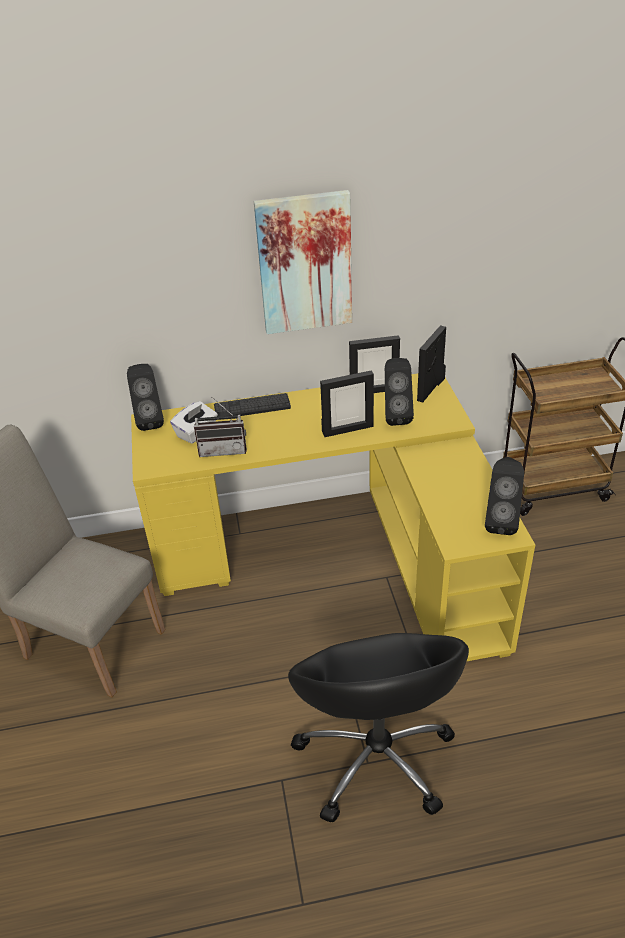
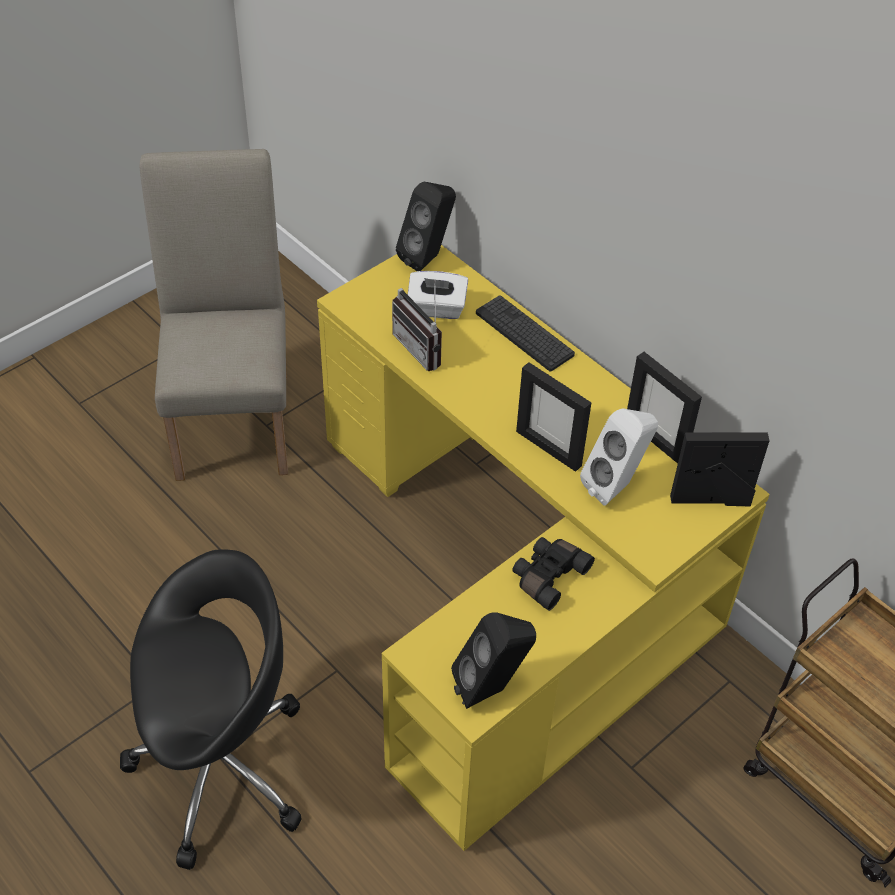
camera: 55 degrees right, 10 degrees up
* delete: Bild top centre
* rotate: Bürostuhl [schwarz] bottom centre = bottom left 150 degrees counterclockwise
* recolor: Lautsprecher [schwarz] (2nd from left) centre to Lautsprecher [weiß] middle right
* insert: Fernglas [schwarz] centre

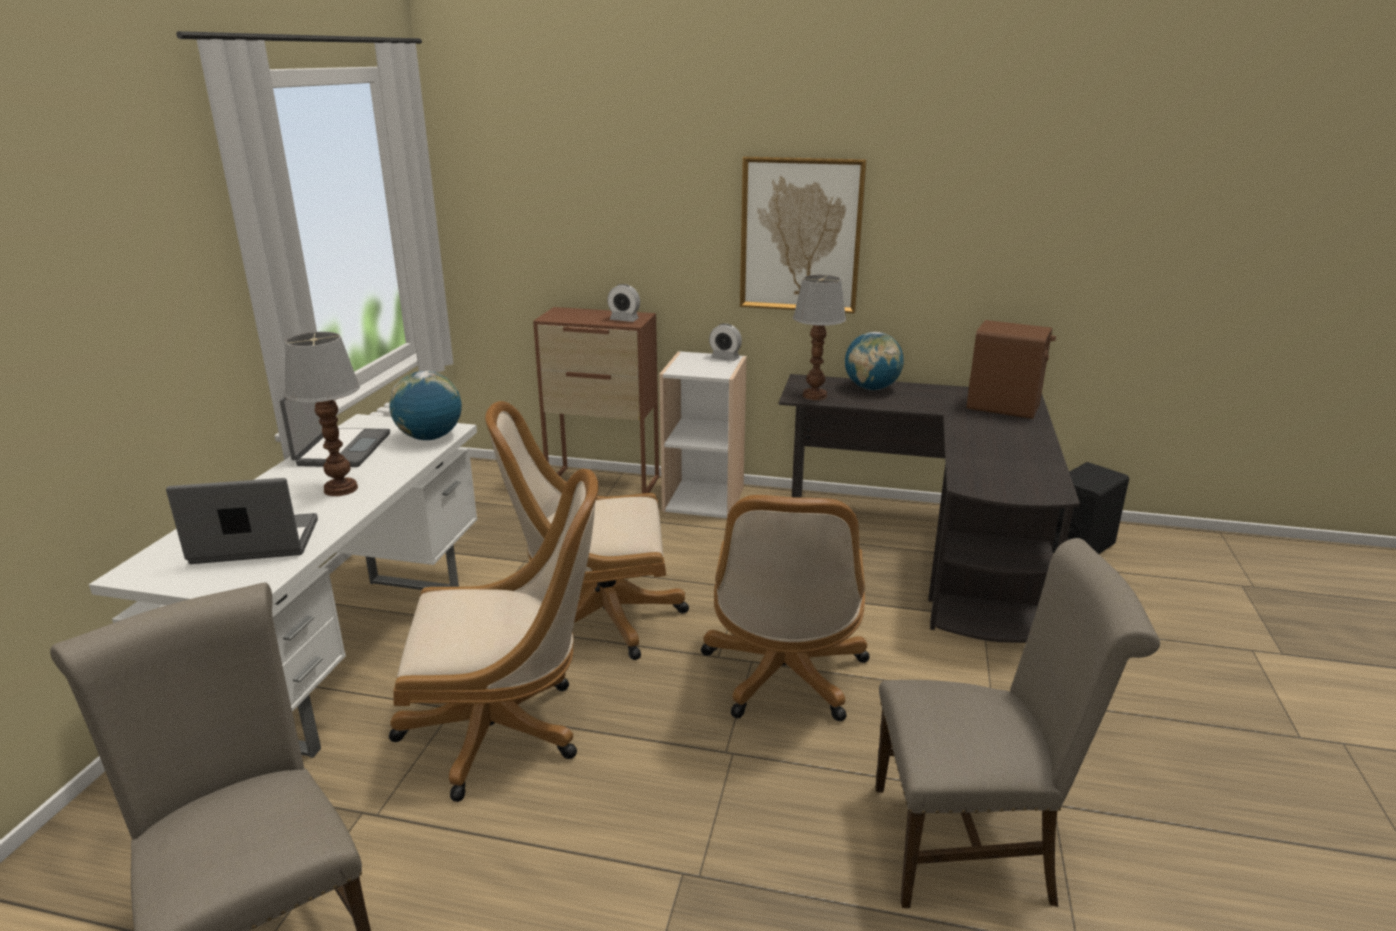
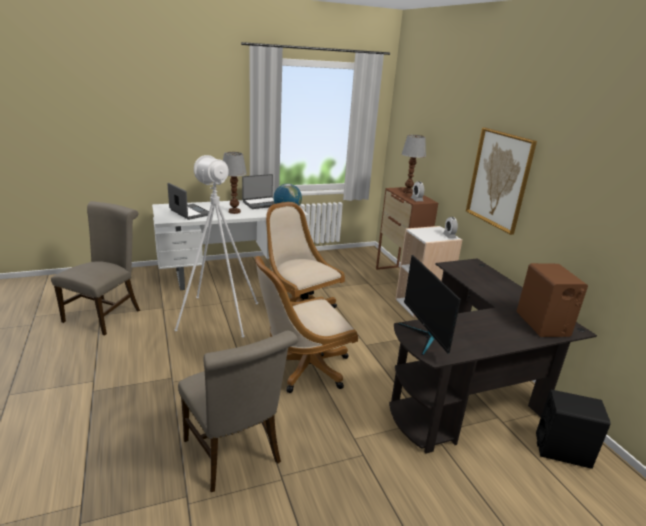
camera: 55 degrees right, 0 degrees up
* replace: Bürostuhl (1st from left) bottom centre to Stehlampe [weiß] centre
* move: Tischlampe (2nd from left) centre to top centre
* delete: Globus (2nd from left) centre
* insert: Monitor centre

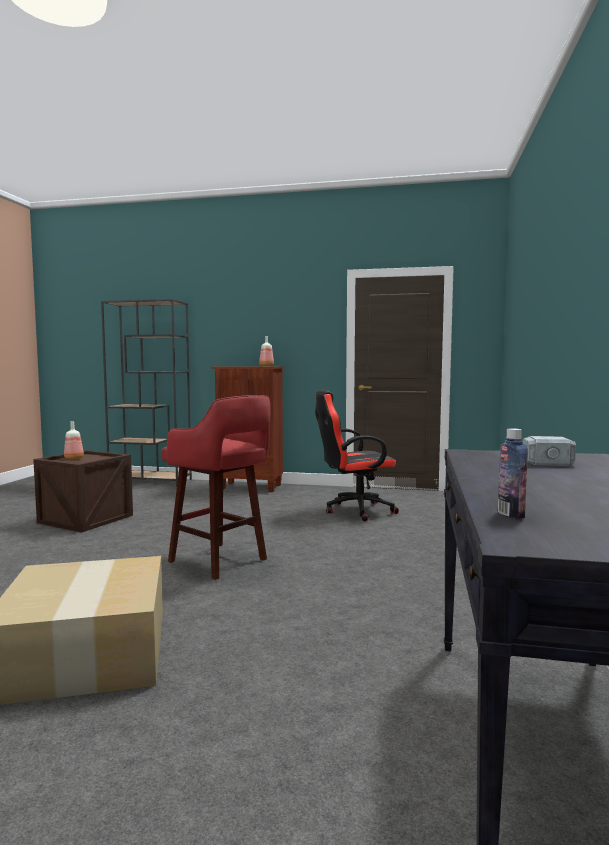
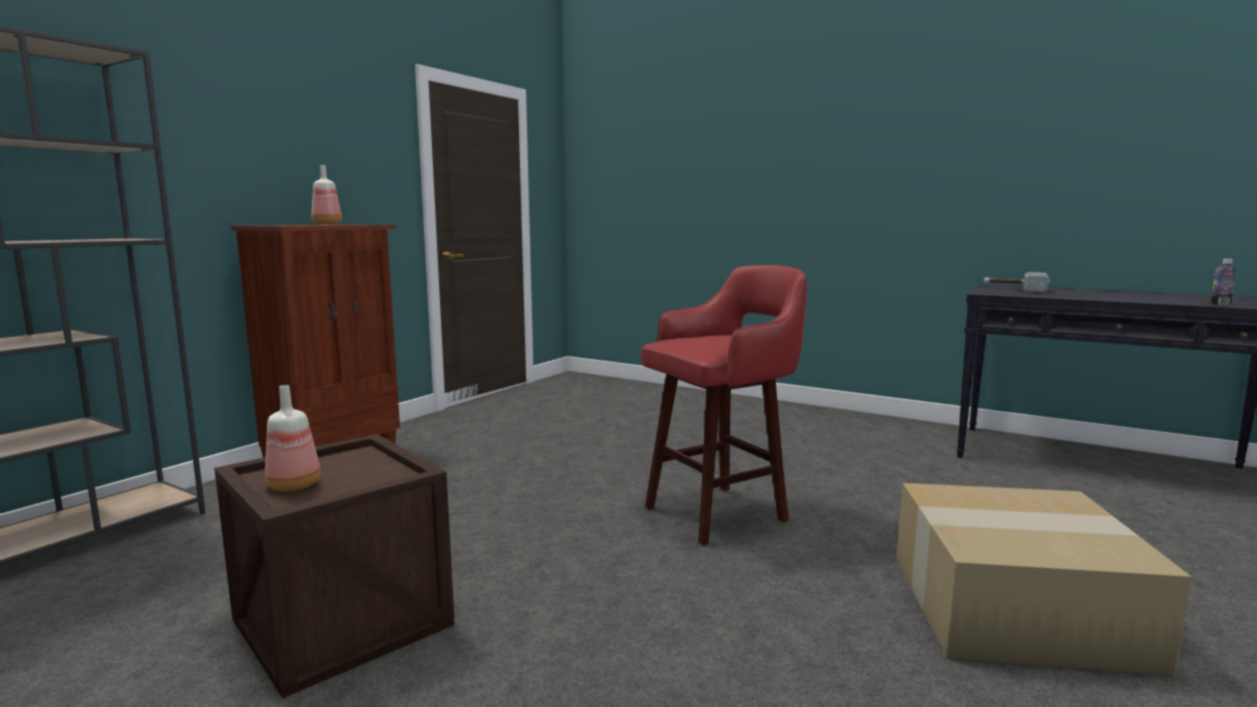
camera: 70 degrees left, 5 degrees up
* delete: Bürostuhl [schwarz] centre

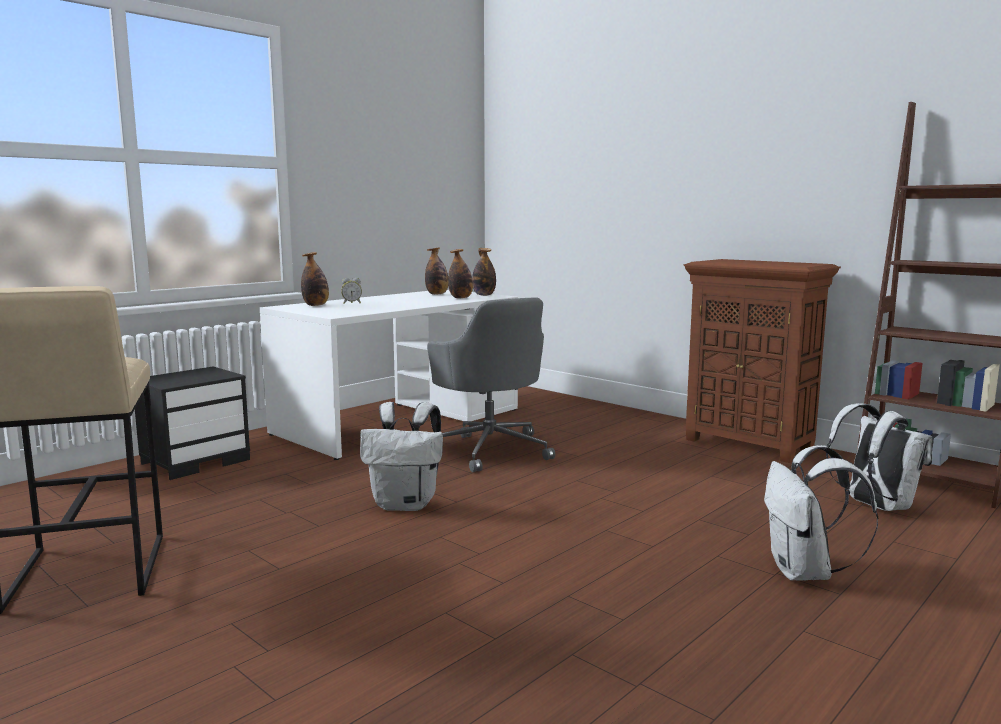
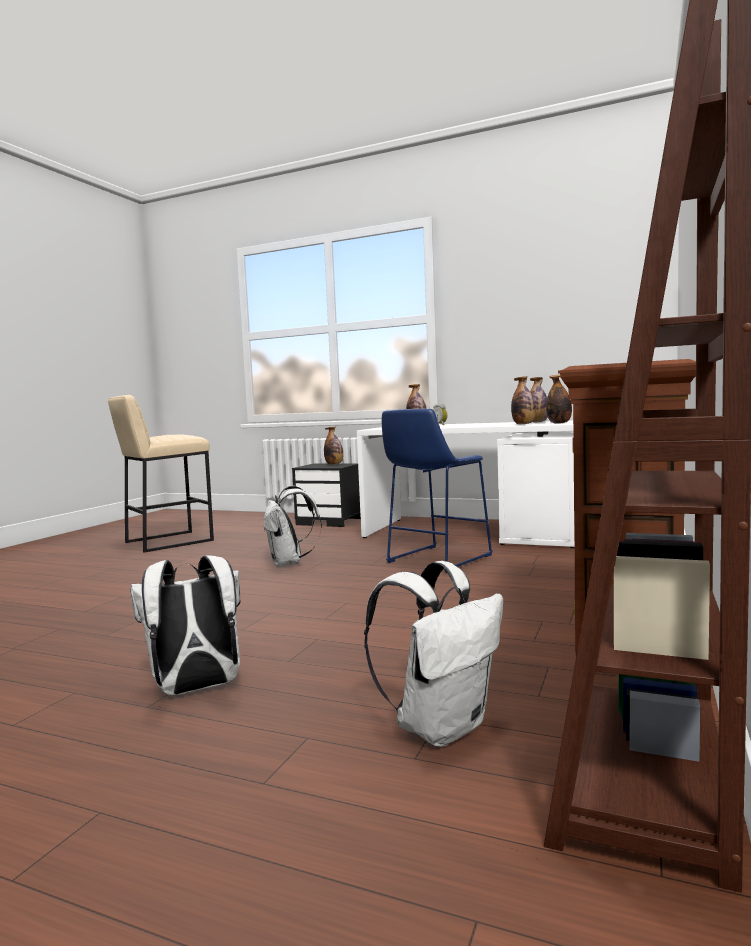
camera: 70 degrees right, 5 degrees down
* replace: Bürostuhl [grau] centre to Hocker [blau] centre
* insert: Flasche (1st from left) centre

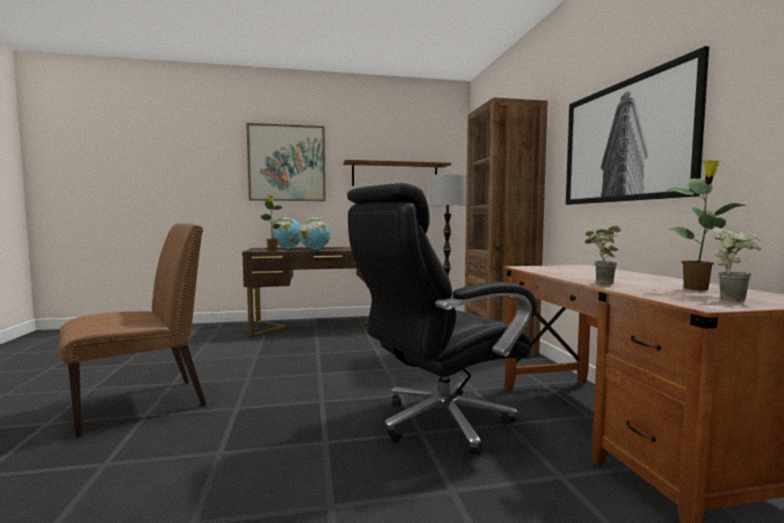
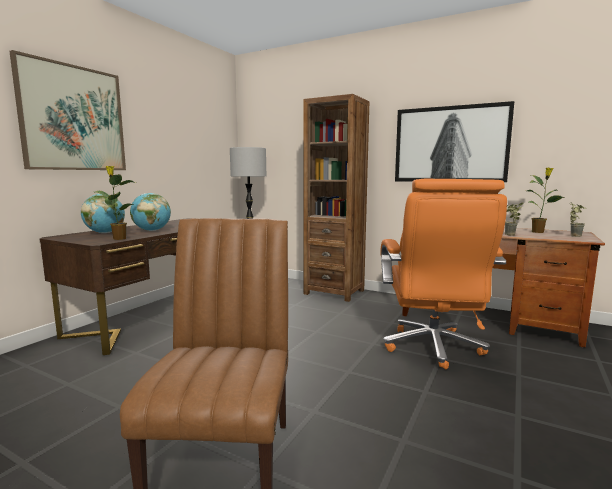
camera: 50 degrees left, 5 degrees up
* delete: Wandregal [braun] top centre
* recolor: Bürostuhl [schwarz] centre to Bürostuhl [orange] middle right

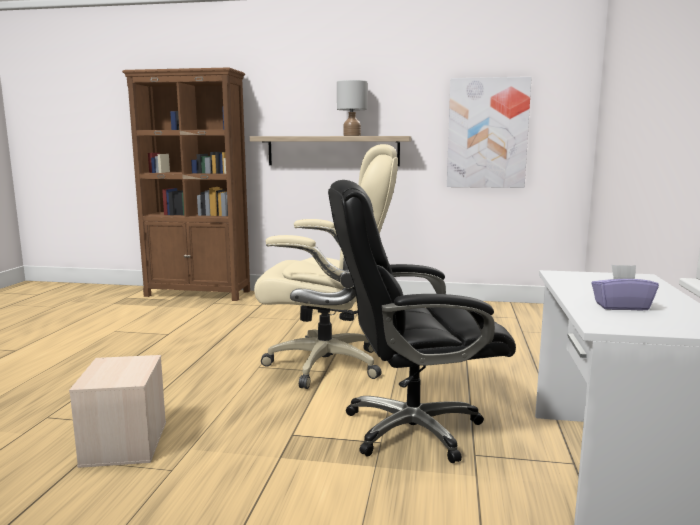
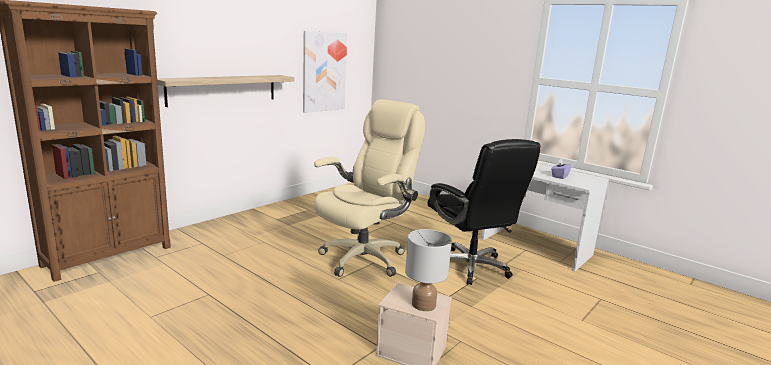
camera: 60 degrees left, 5 degrees up
* rotate: Bürostuhl [schwarz] centre = centre 45 degrees counterclockwise
* move: Tischlampe [grau] top centre to bottom centre

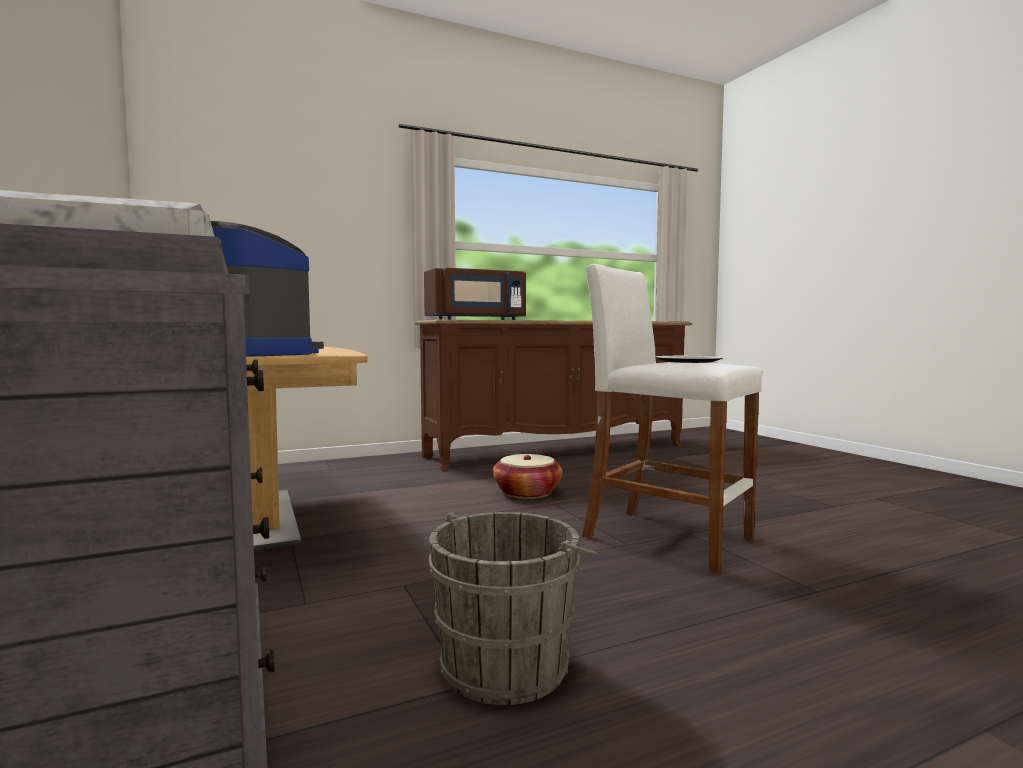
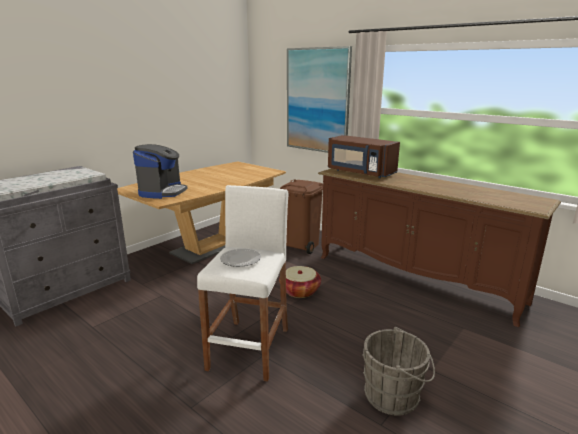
camera: 65 degrees right, 15 degrees up
* move: Eimer [grau] bottom centre to bottom right
* insert: Mülleimer [braun] centre
* insert: Bild top centre

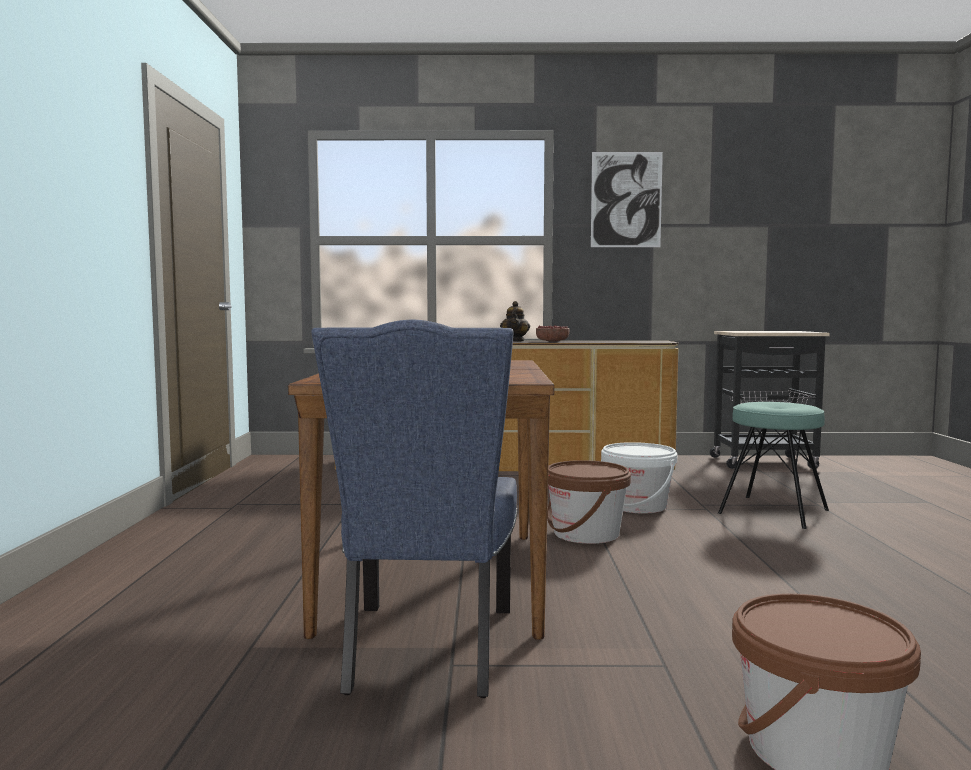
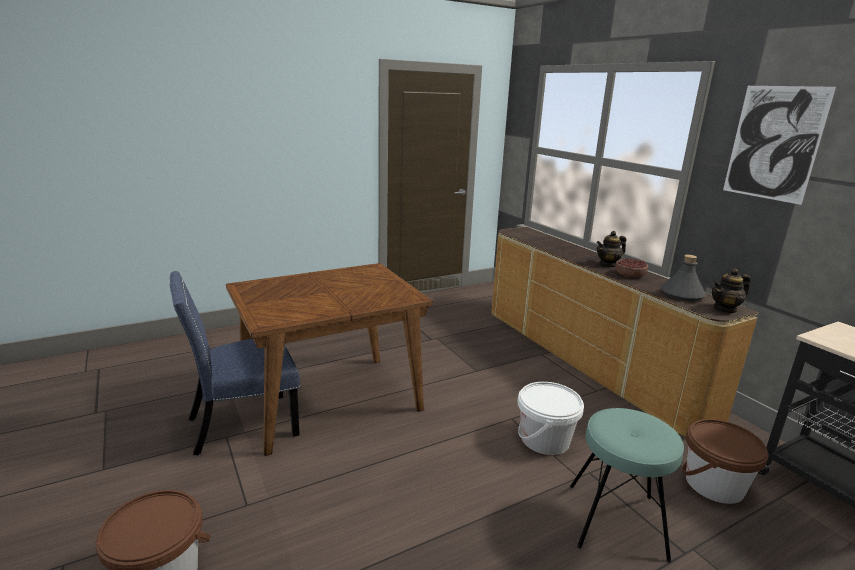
camera: 60 degrees right, 15 degrees up
* move: Eimer [braun] (1st from left in the first image) centre to Eimer [braun] (2nd from left) bottom right
* insert: Flasche [grau] middle right
* insert: Teekanne (2nd from left) middle right

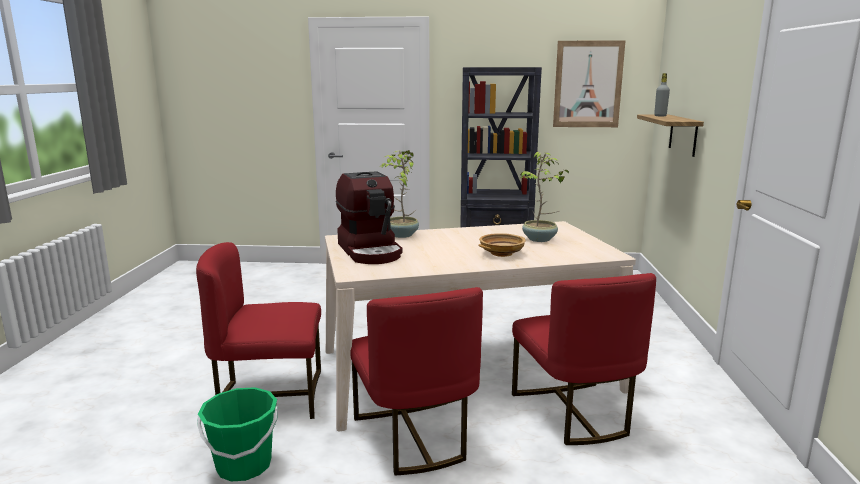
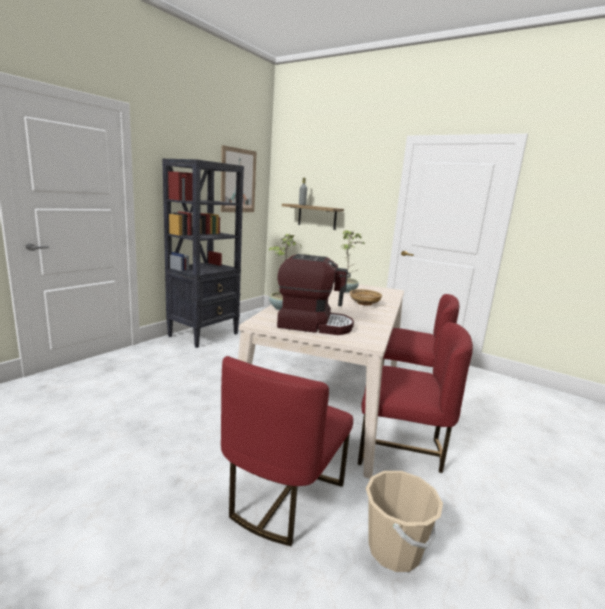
camera: 60 degrees left, 0 degrees up
* recolor: Eimer [grün] bottom left to Eimer [beige] bottom right

